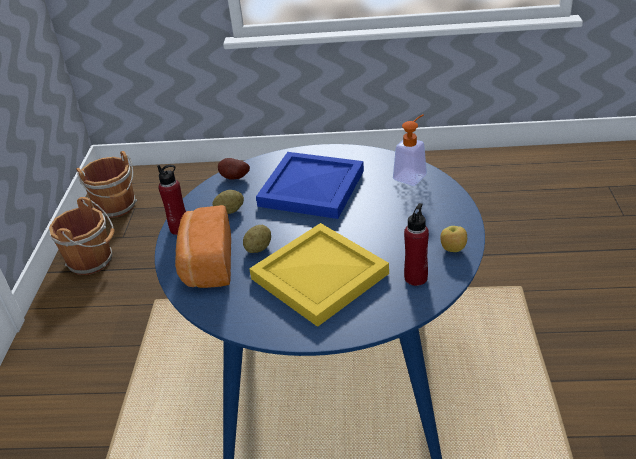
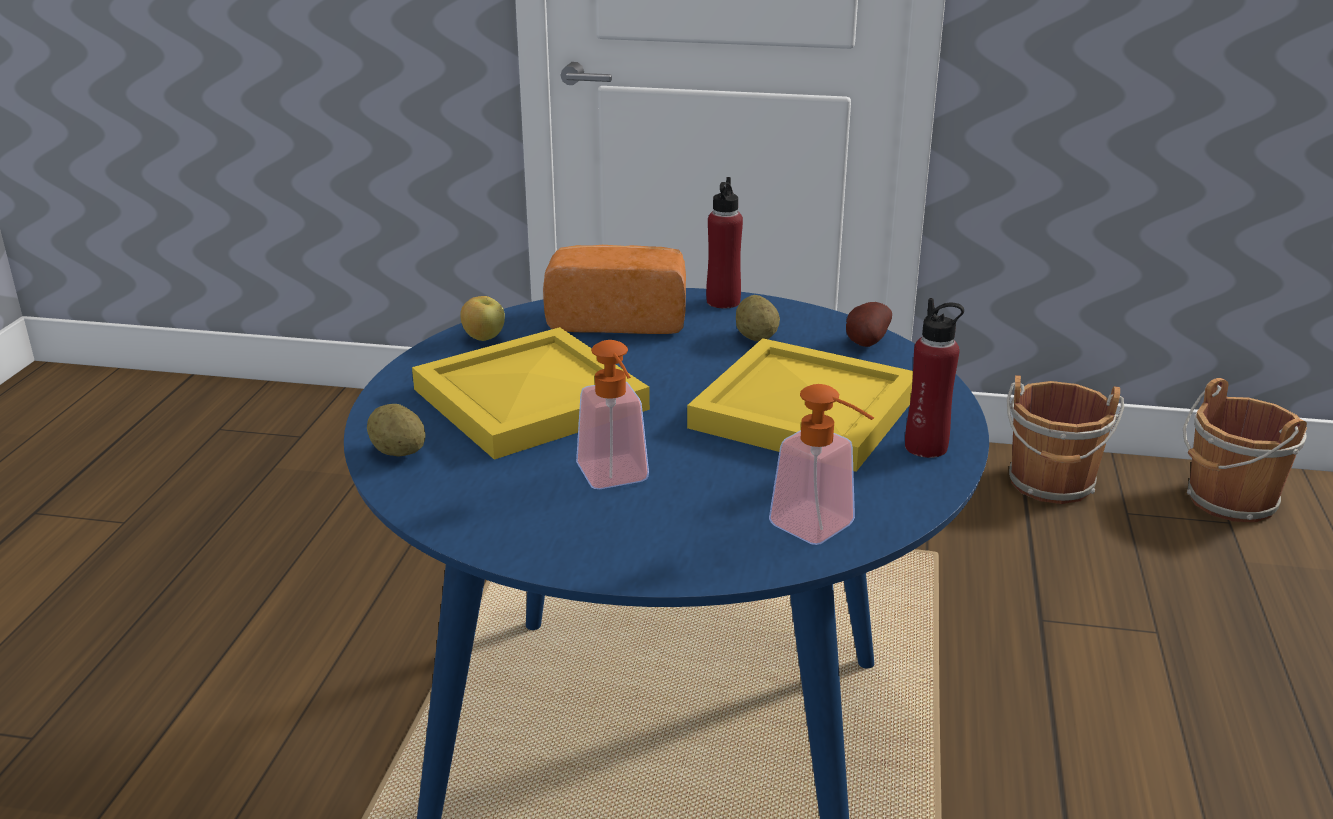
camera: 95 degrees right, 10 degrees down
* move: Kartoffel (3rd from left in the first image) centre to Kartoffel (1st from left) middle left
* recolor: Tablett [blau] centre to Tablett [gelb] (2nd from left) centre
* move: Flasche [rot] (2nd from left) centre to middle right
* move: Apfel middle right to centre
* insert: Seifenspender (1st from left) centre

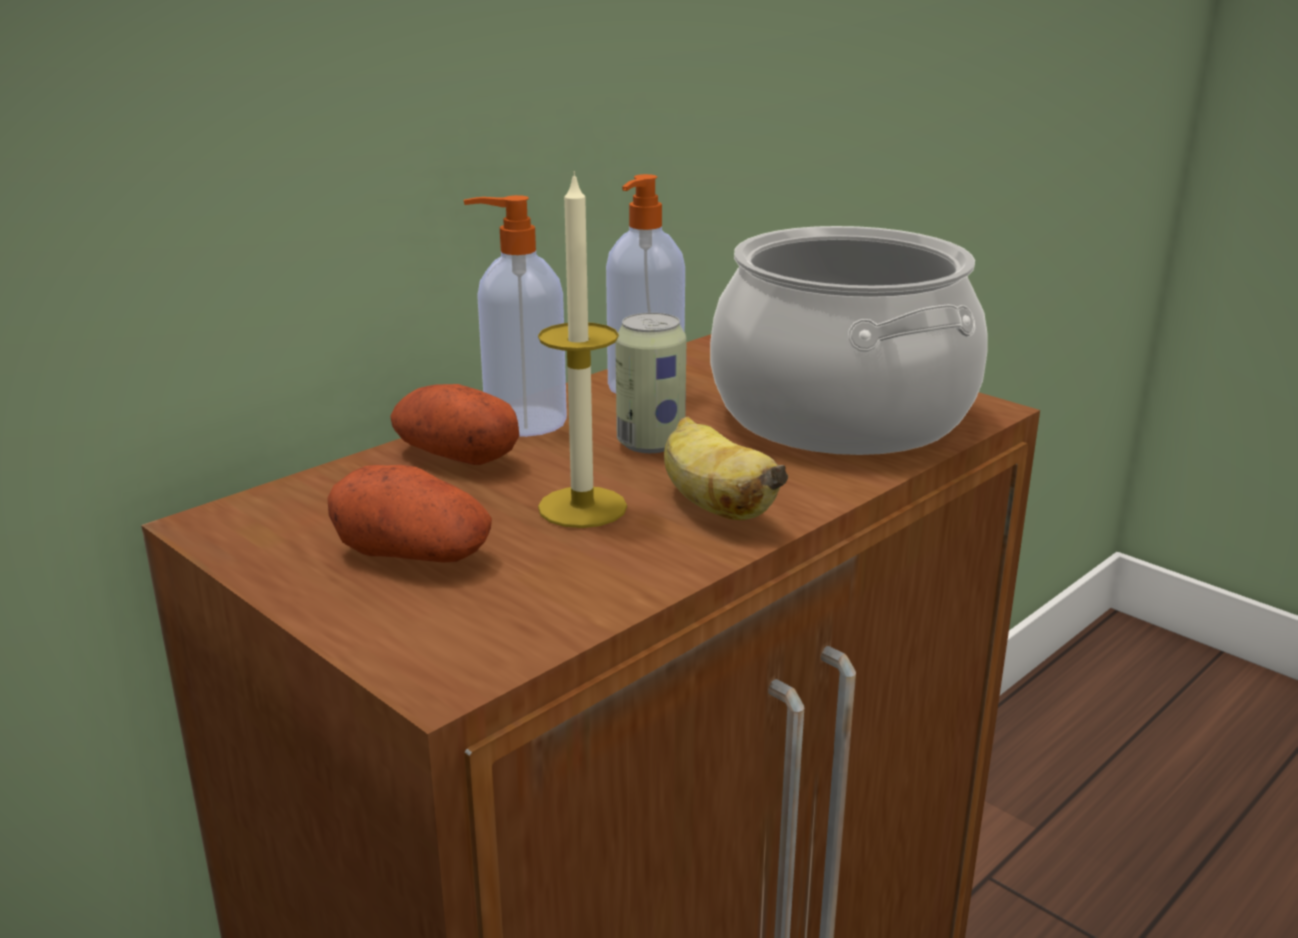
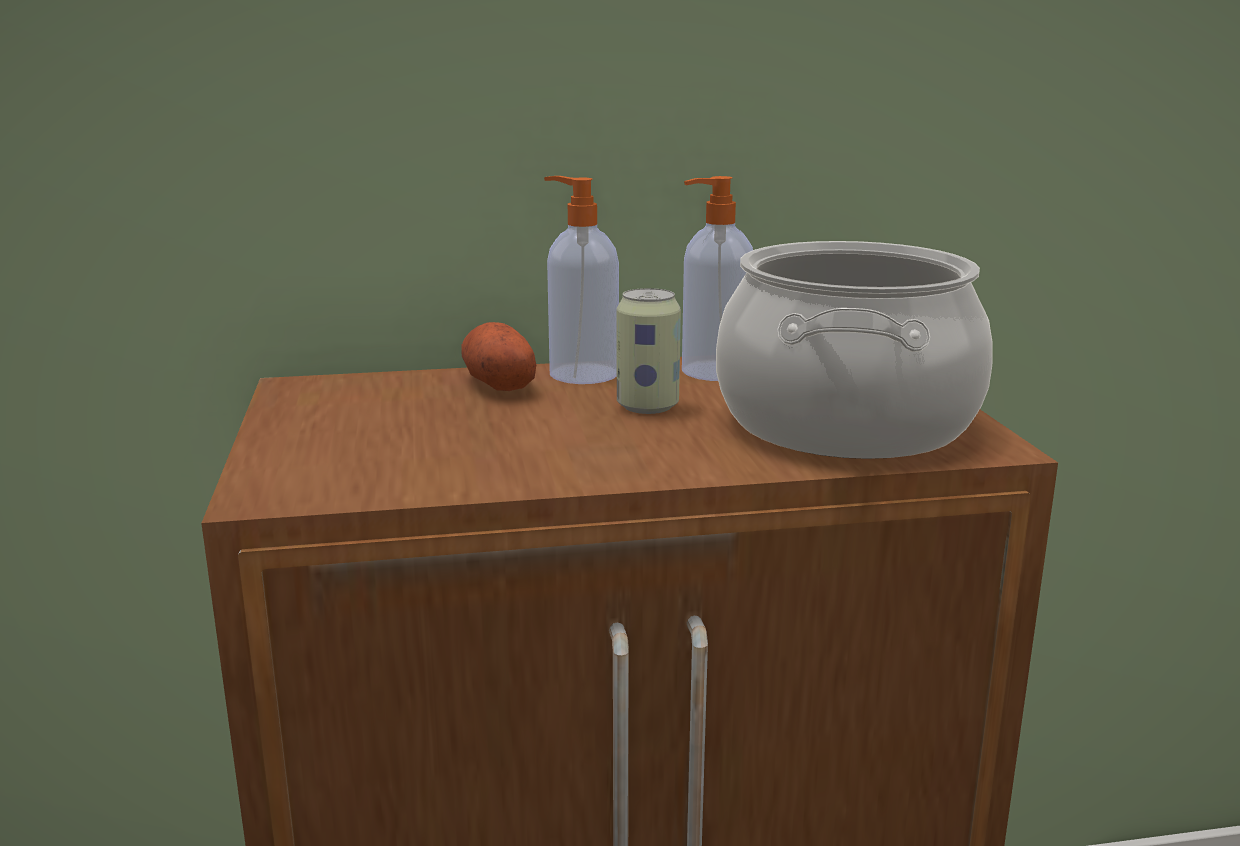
camera: 35 degrees right, 5 degrees down
* delete: Kartoffel (1st from left) middle left
* delete: Kerze centre
* delete: Banane centre

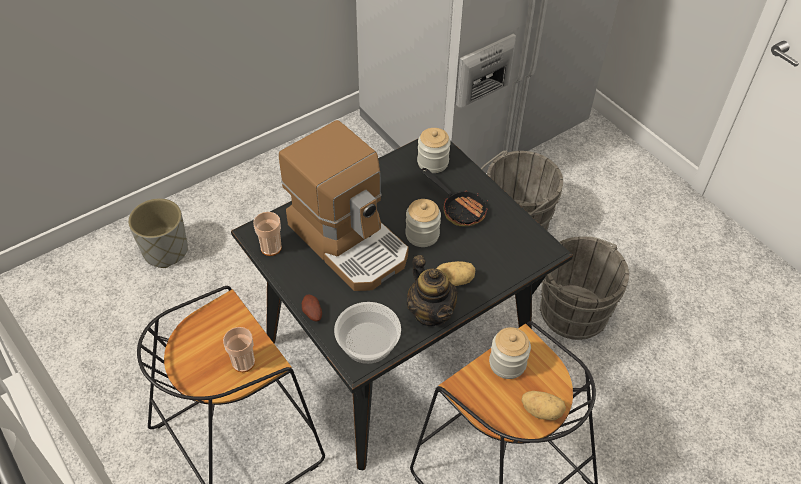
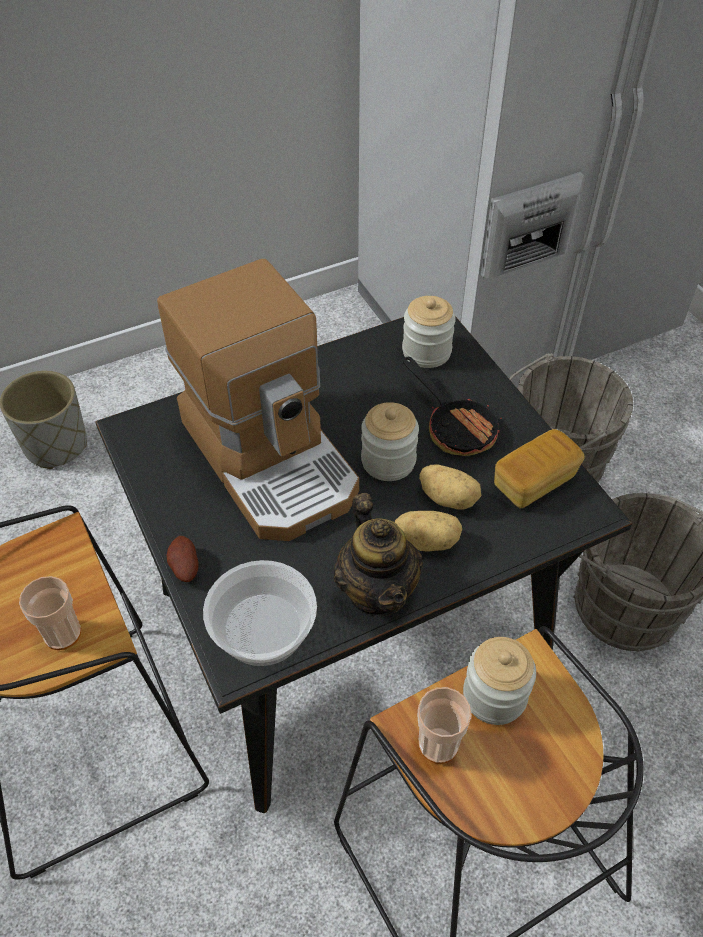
camera: 10 degrees right, 0 degrees up
* move: Tasse (2nd from left) centre to bottom centre
* move: Kartoffel (3rd from left) bottom right to centre
* insert: Brot middle right

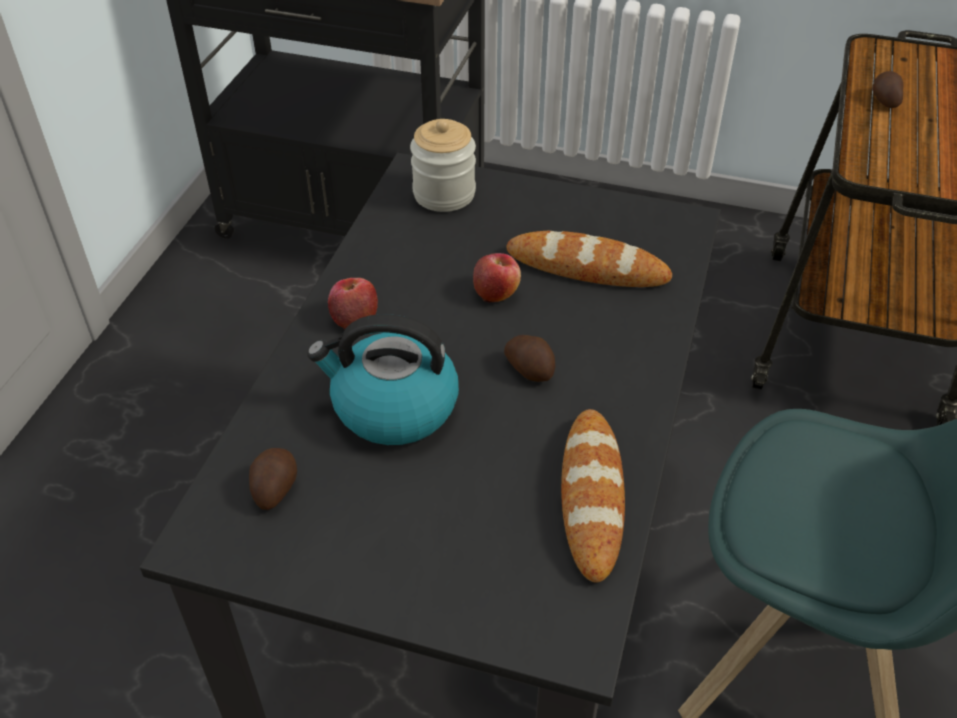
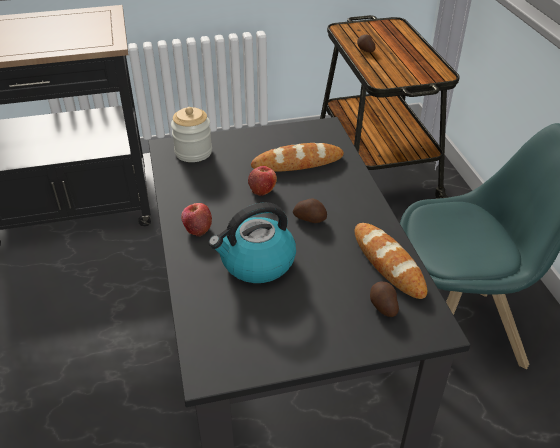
camera: 30 degrees left, 5 degrees down
* move: Kartoffel (1st from left in the first image) bottom left to Kartoffel (3rd from left) bottom right

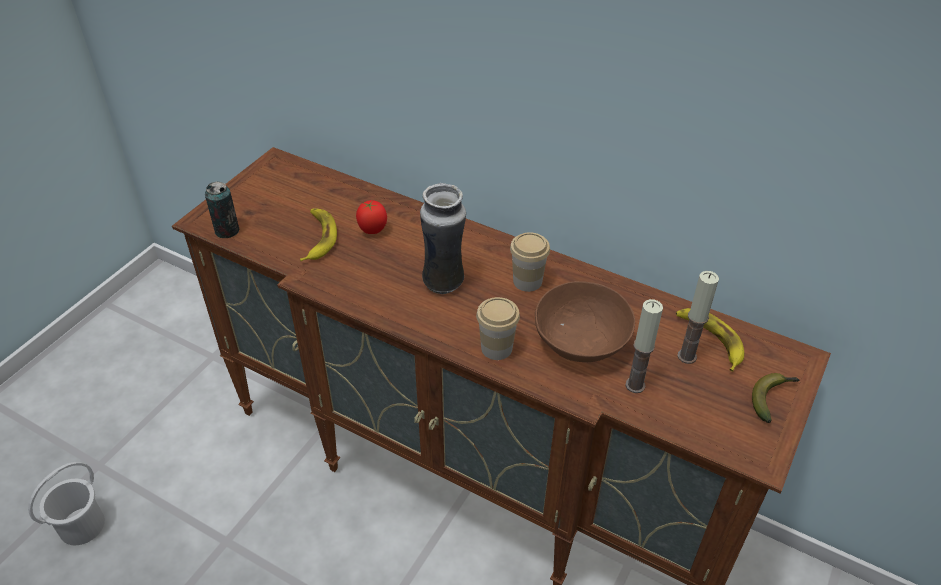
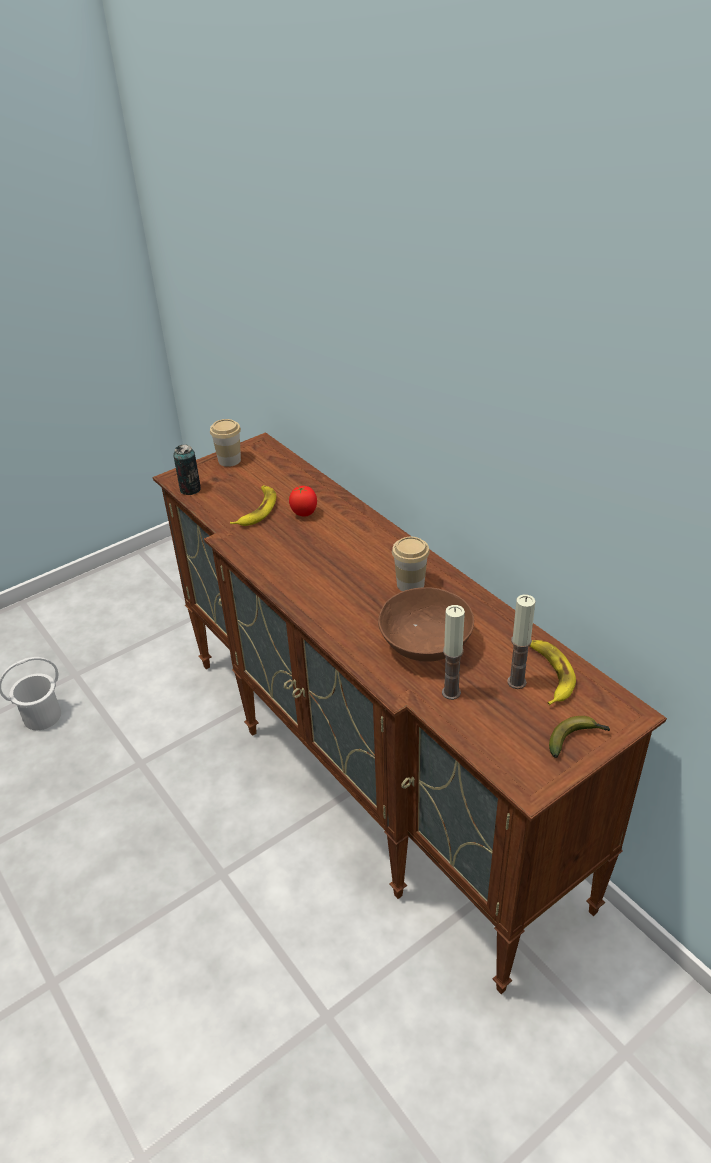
camera: 25 degrees right, 5 degrees down
* delete: Vase centre
* move: Tasse (1st from left) centre to middle left

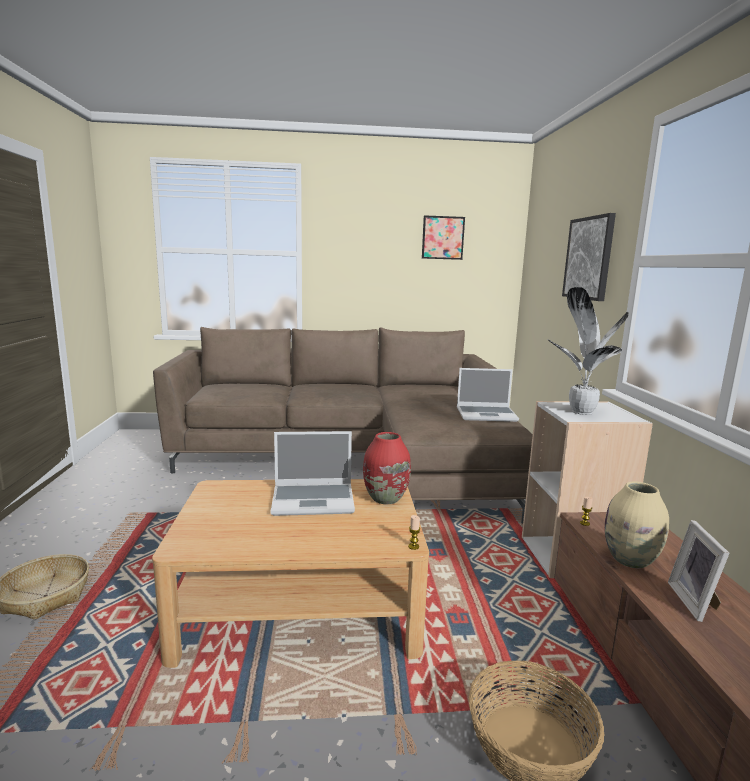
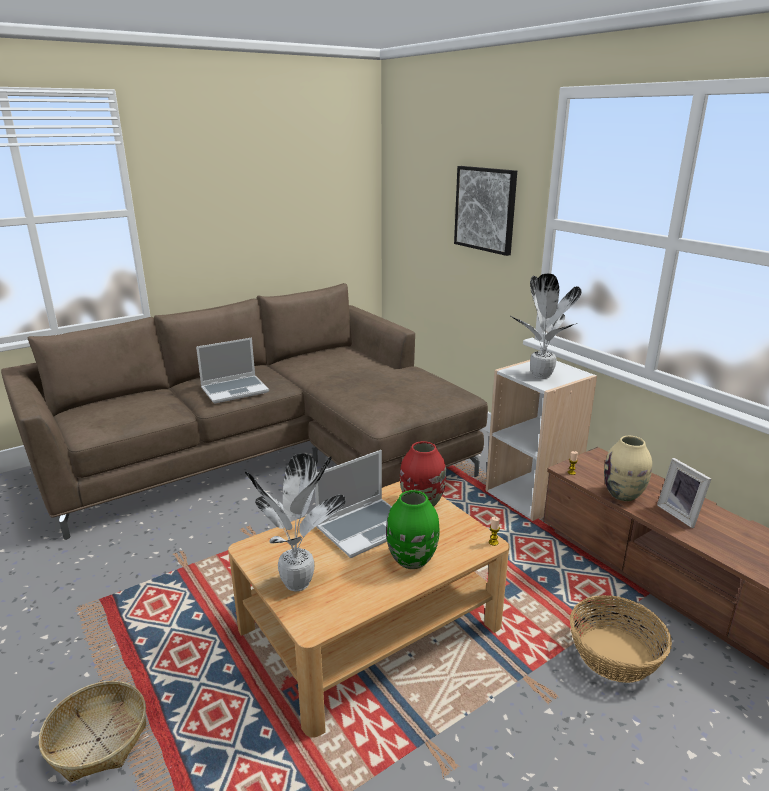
camera: 30 degrees left, 10 degrees up
* delete: Bild (1st from left) top centre
* move: Laptop (2nd from left in the first image) centre to Laptop (1st from left) middle left
* insert: Topfpflanze (1st from left) centre
* insert: Vase [grün] bottom centre

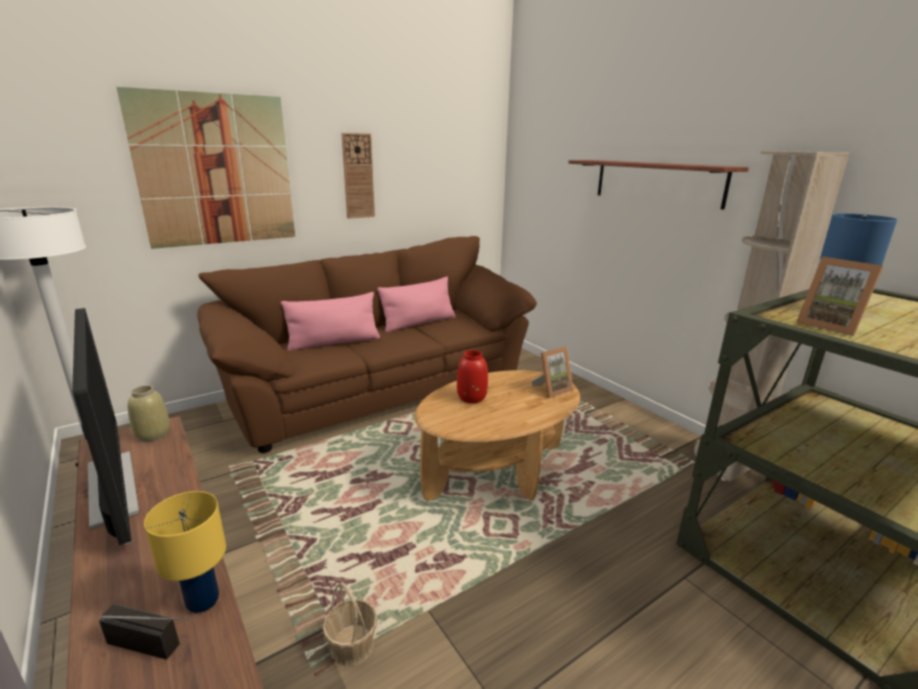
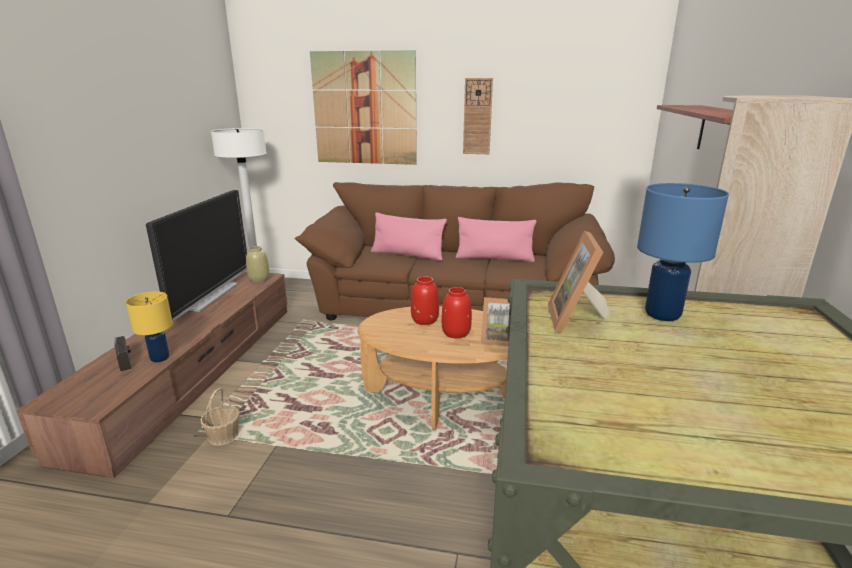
camera: 45 degrees right, 0 degrees up
* insert: Vase [rot] (2nd from left) centre

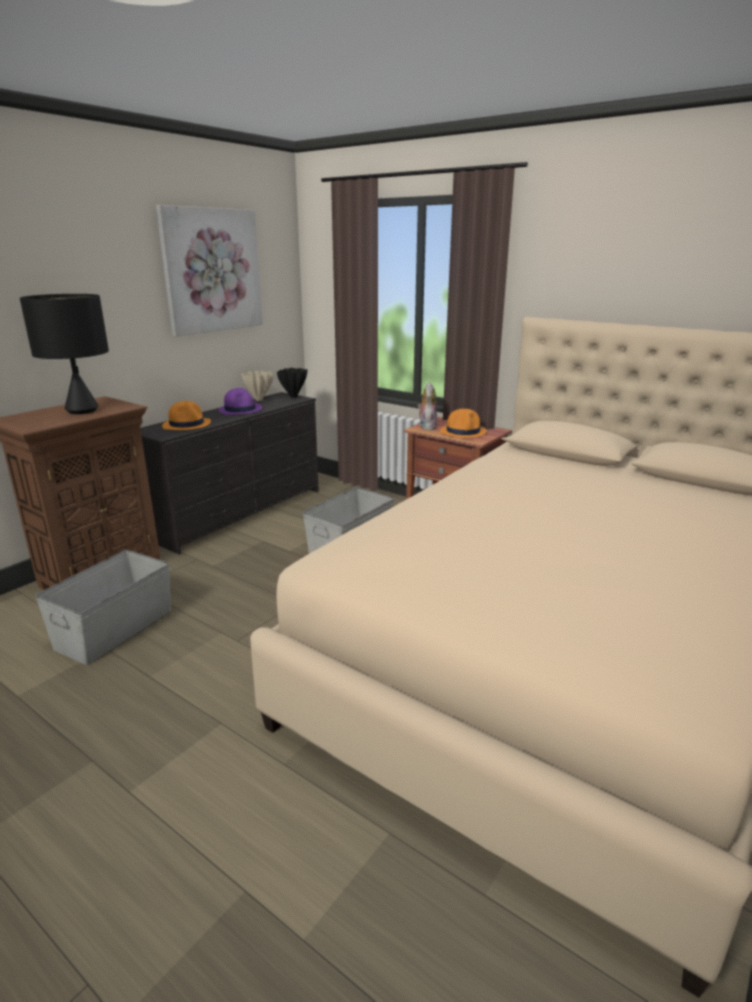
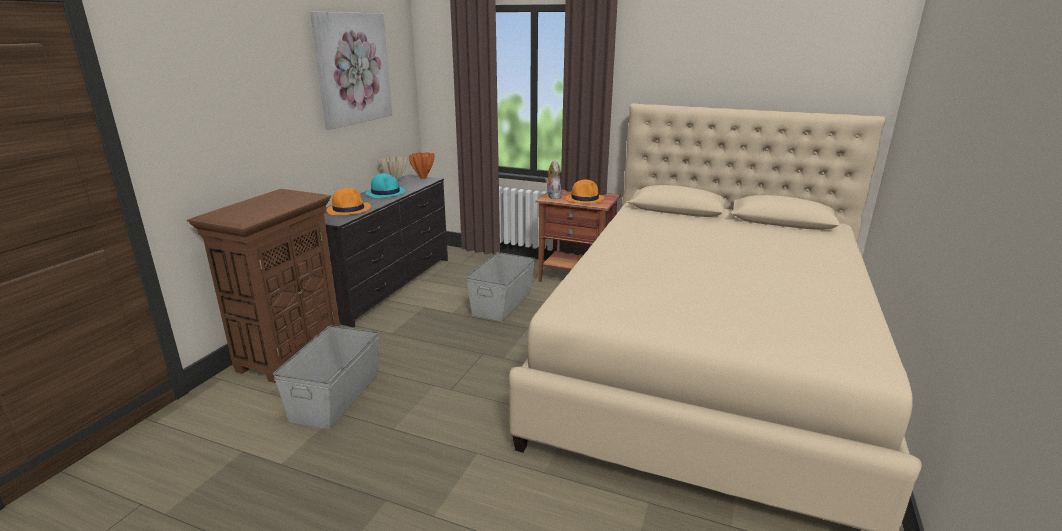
camera: 15 degrees left, 0 degrees up
* delete: Tischlampe [schwarz] middle left
* recolor: Hut [lila] middle left to Hut [türkis] centre
* recolor: Vase [schwarz] centre to Vase [orange] top centre

